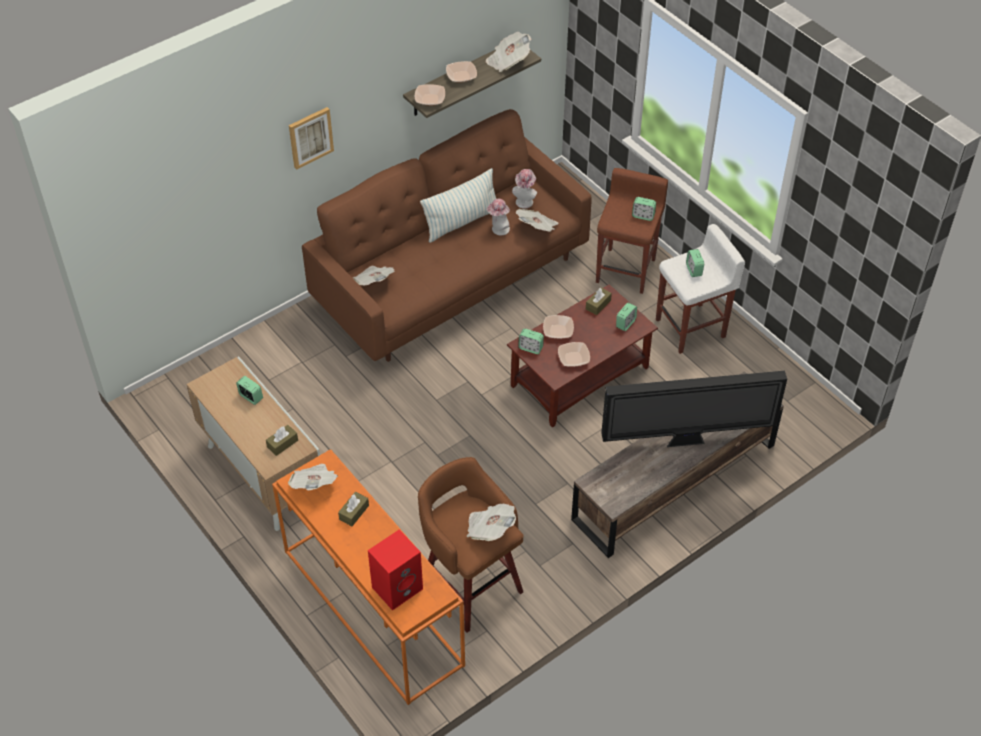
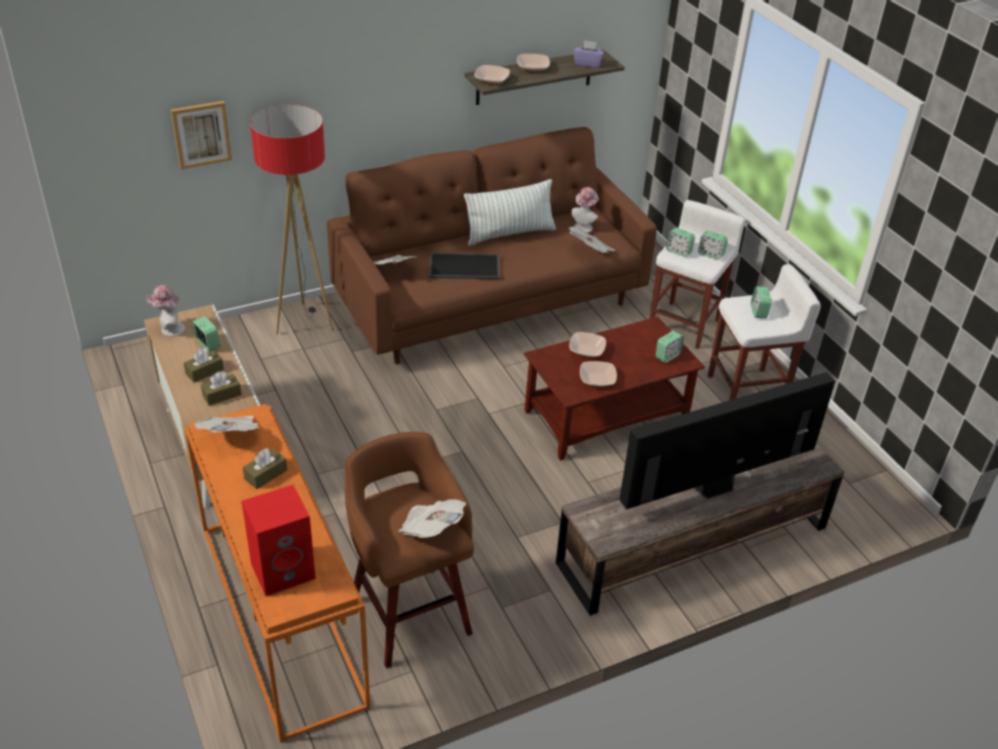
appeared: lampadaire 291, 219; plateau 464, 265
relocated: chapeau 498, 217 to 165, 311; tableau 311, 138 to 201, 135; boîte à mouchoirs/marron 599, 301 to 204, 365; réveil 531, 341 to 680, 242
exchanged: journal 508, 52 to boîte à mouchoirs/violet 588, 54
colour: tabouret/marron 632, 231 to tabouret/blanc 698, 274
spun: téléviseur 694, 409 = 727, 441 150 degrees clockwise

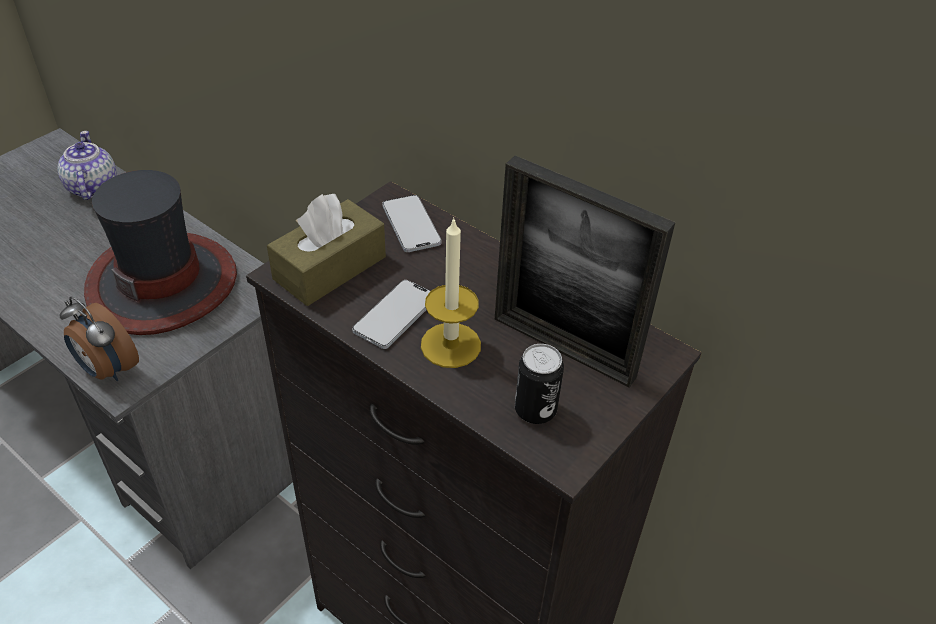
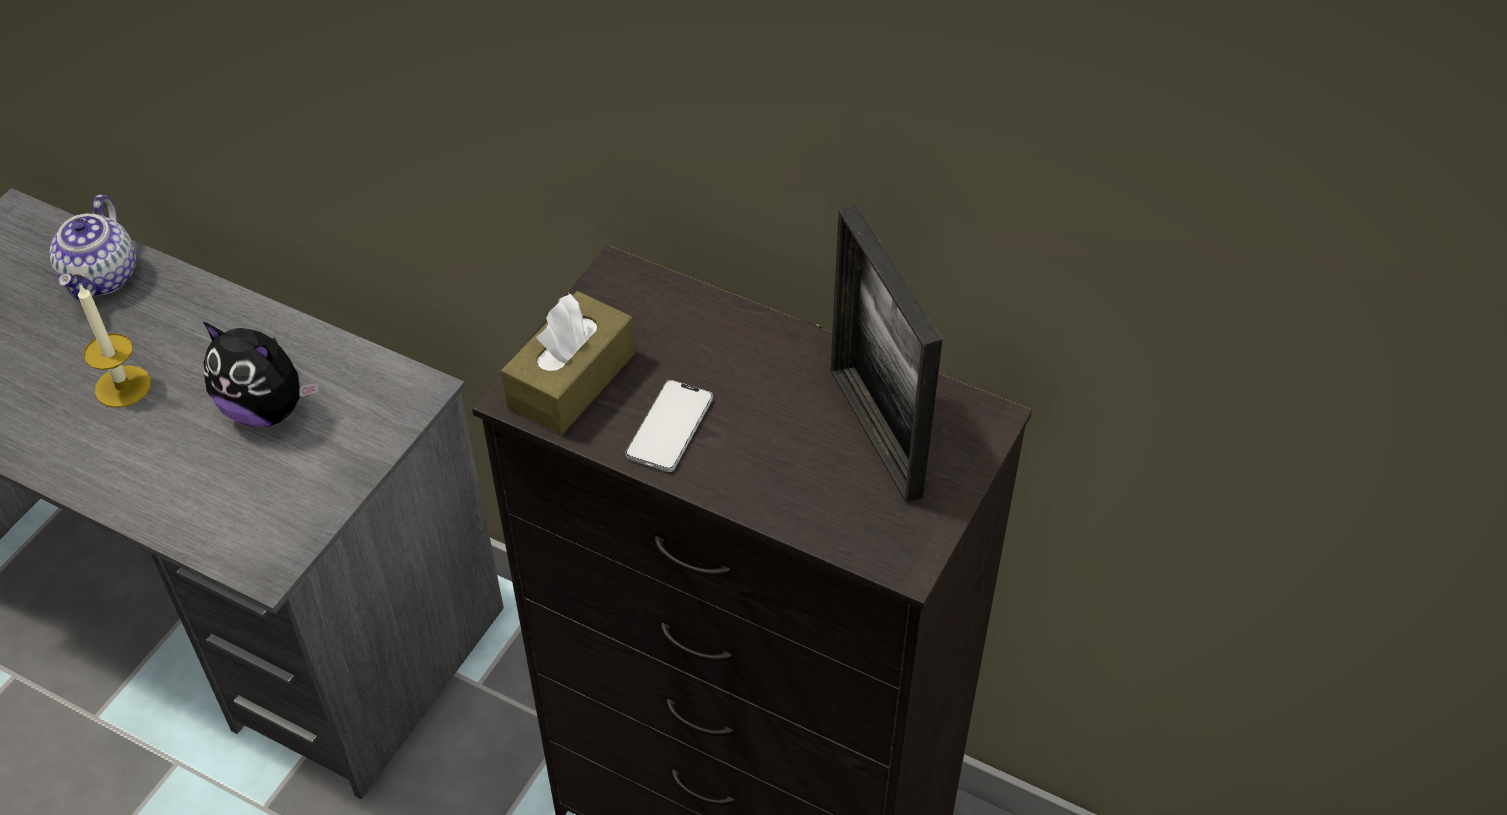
missing: réveil 99, 338; téléphone 412, 223; boîte métallique 539, 384
relocated: bougie 451, 292 to 114, 346
exchanged: chapeau 160, 252 to peluche 260, 374
spun: théière 87, 165 = 92, 248 150 degrees counterclockwise; cadre photo 585, 271 = 887, 354 45 degrees clockwise

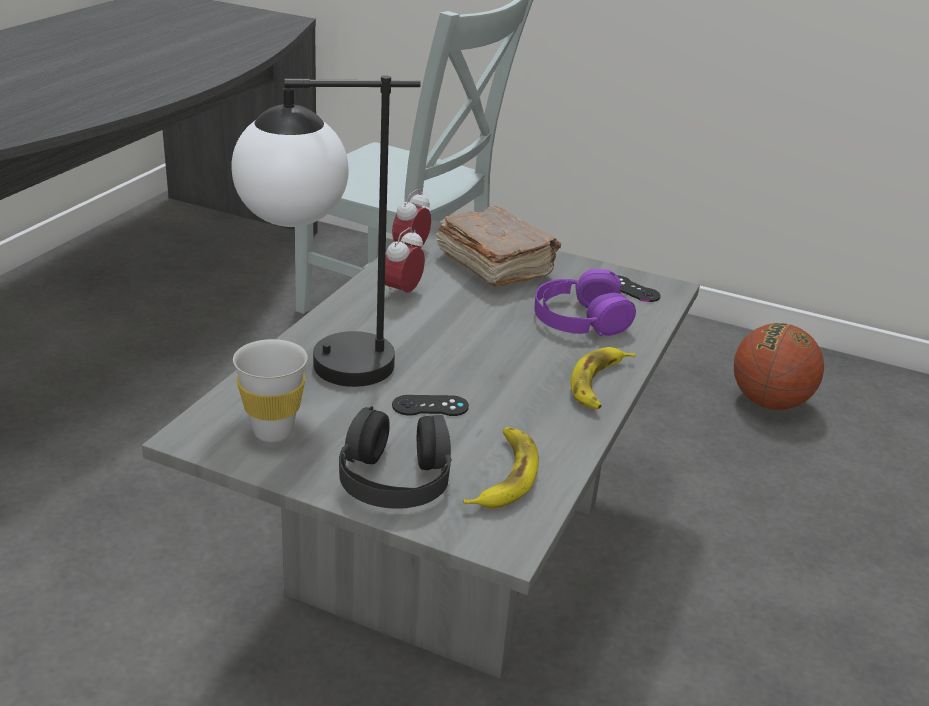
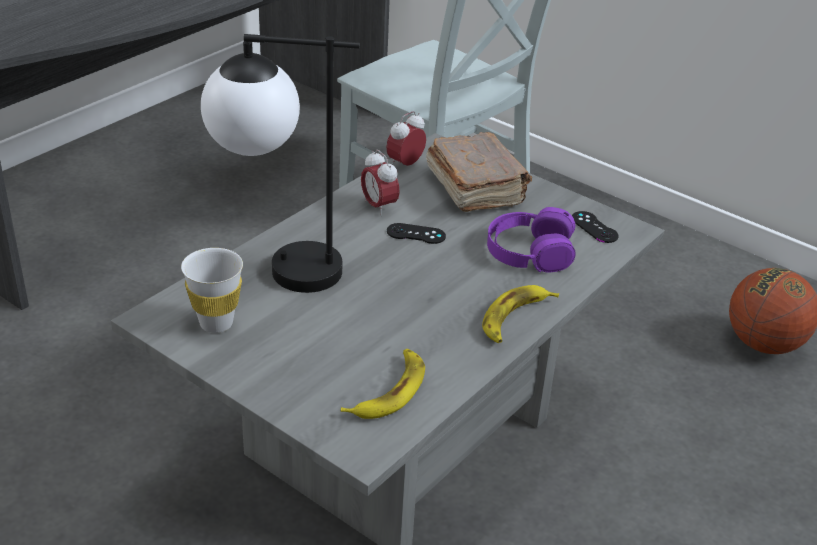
missing: casque audio/noir 395, 457
relocated: manette/noir 430, 405 to 416, 233
spun: réveil 405, 262 = 380, 183 75 degrees counterclockwise

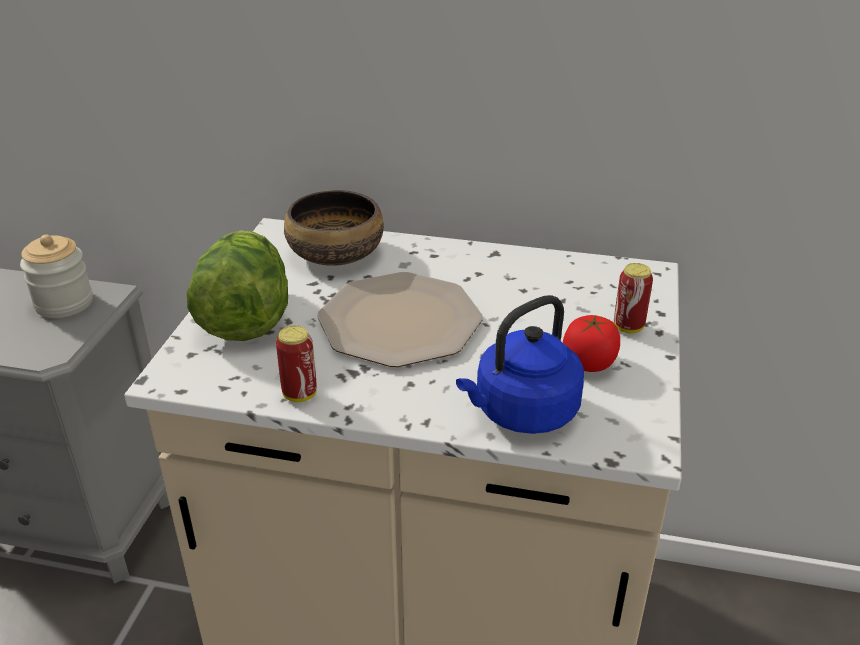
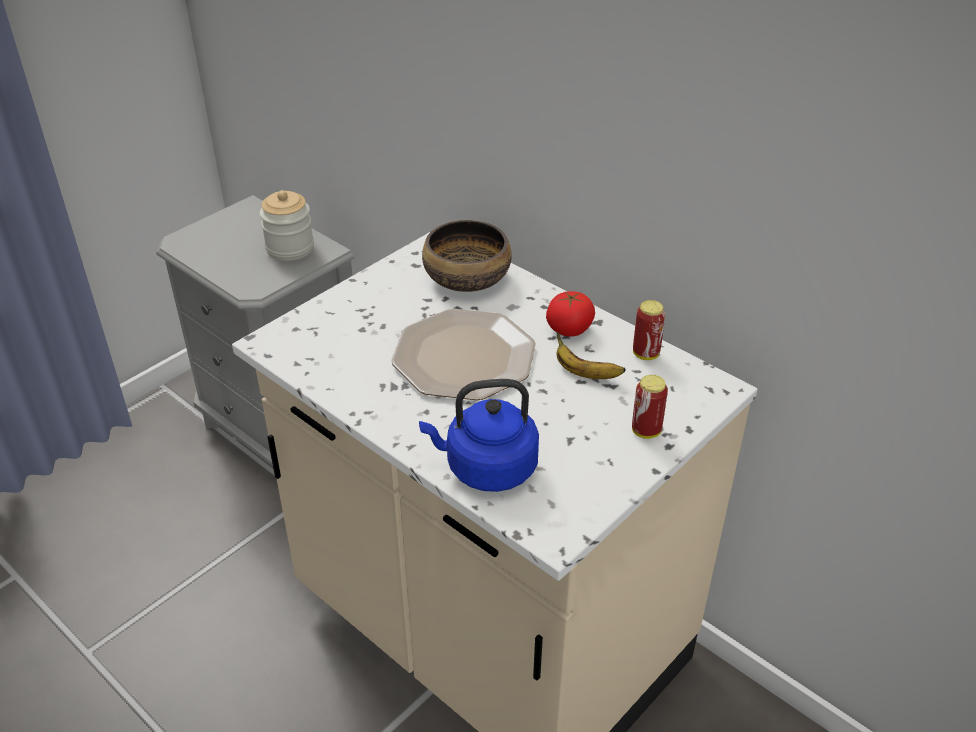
missing: laitue 237, 286
appeared: banane 591, 355
relocated: tomate 591, 343 to 570, 314; boîte métallique 296, 363 to 649, 330

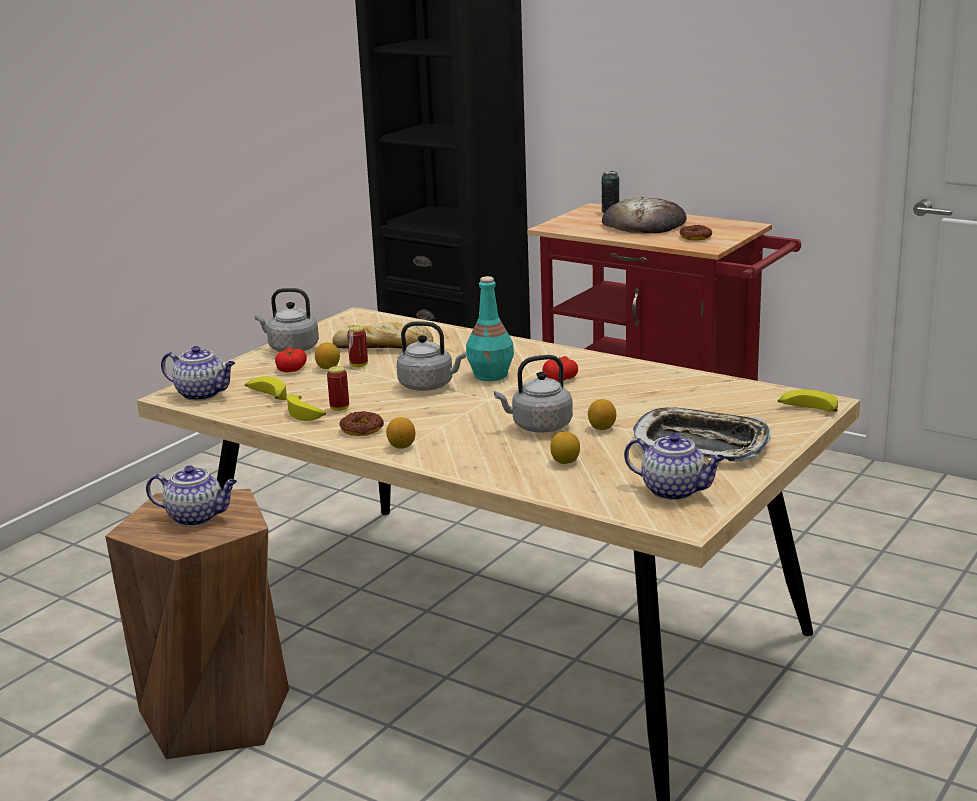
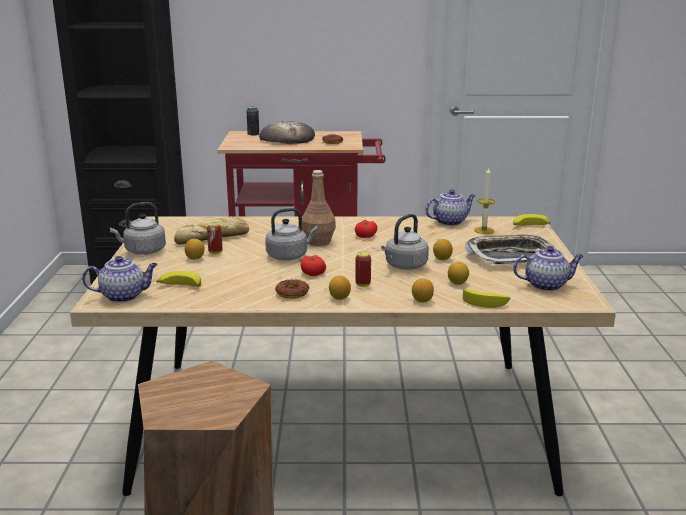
appeared: citron 423, 290; bougie 484, 201
relocated: tomate 291, 359 to 313, 265; boîte métallique 338, 388 to 363, 269; théière 191, 495 to 450, 207; banane 306, 407 to 486, 298
colour: bouteille/turquoise 490, 328 to bouteille/marron 319, 208

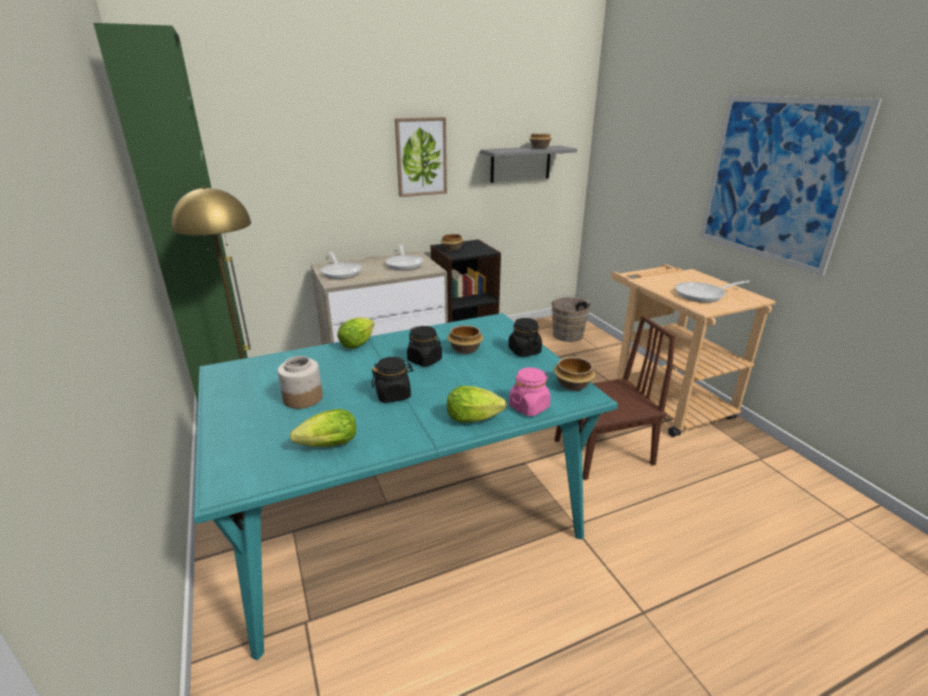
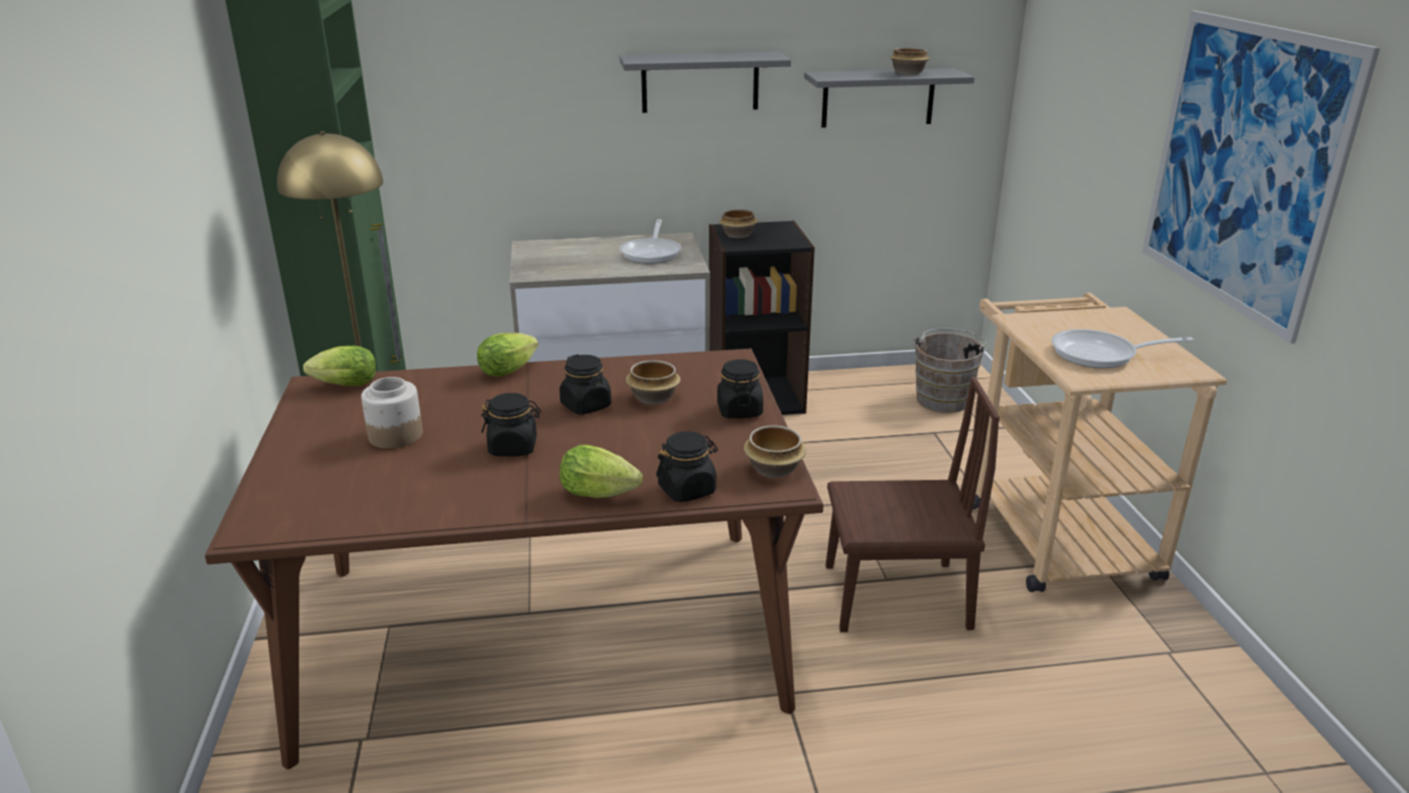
missing: poêle 341, 265
relocated: laitue 323, 428 to 339, 365
exchanged: tableau 421, 157 to étagère/gris 705, 82
colour: table à manger/turquoise 406, 486 to table à manger/marron 514, 559; bocal/rose 530, 391 to bocal/noir 687, 466

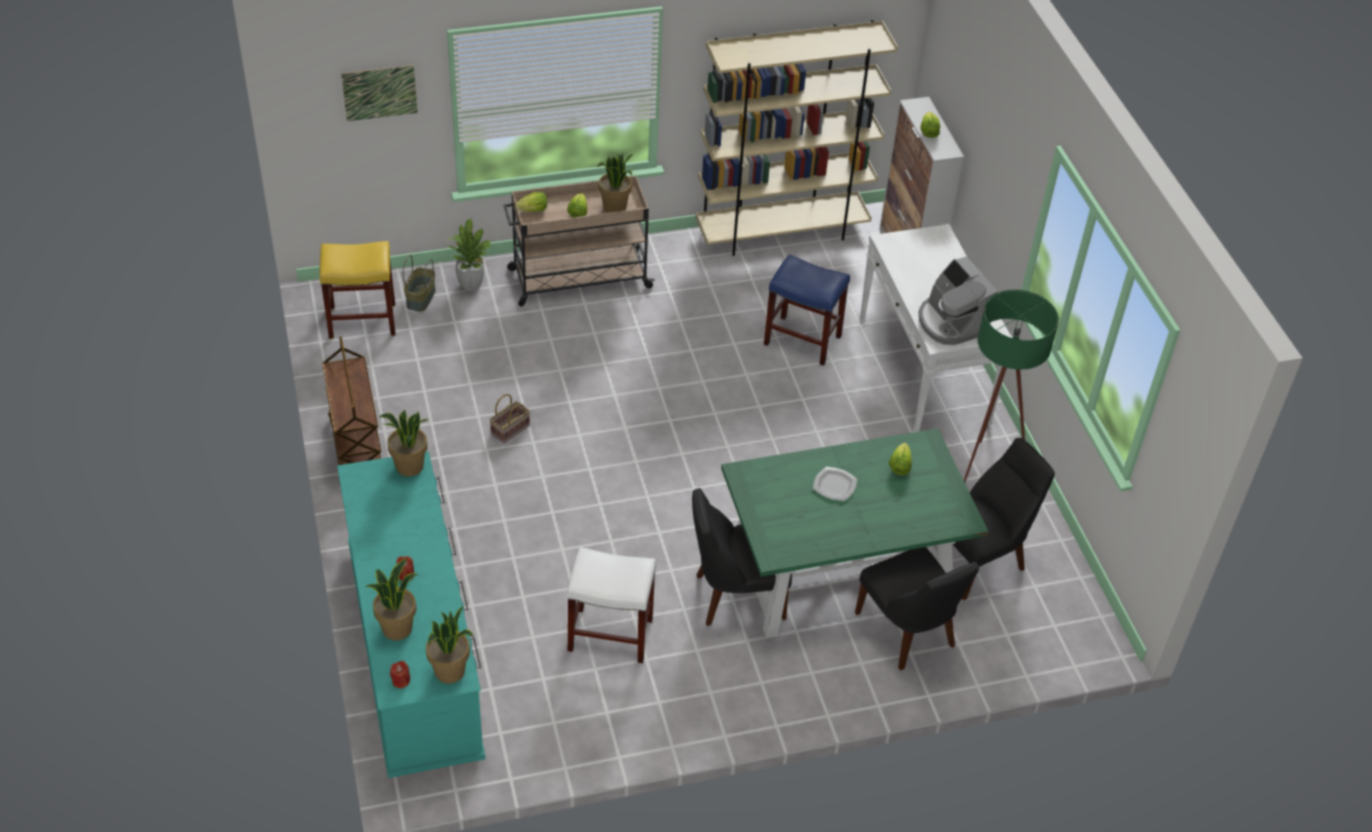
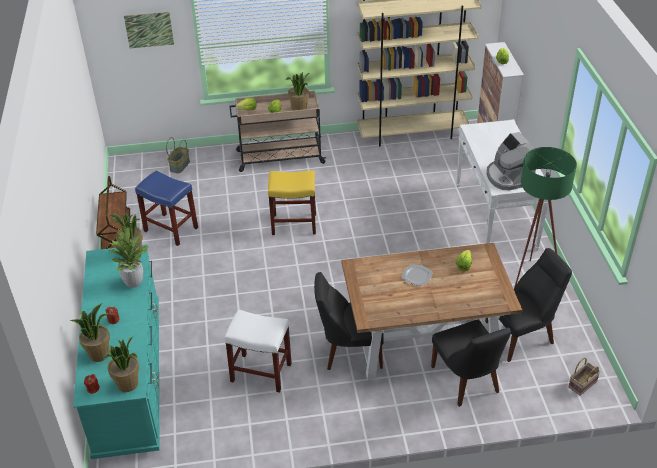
relocated: plante en pot 466, 254 to 128, 257; tabouret/bleu 807, 310 to 166, 208; tabouret/jaune 357, 290 to 292, 202; panier 509, 418 to 584, 377
colour: table à manger/vert 855, 533 to table à manger/marron 431, 311

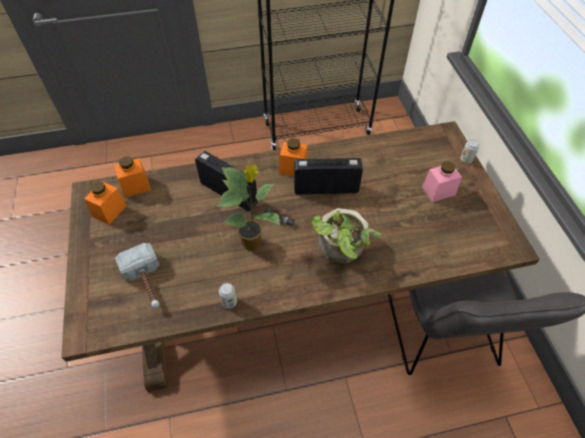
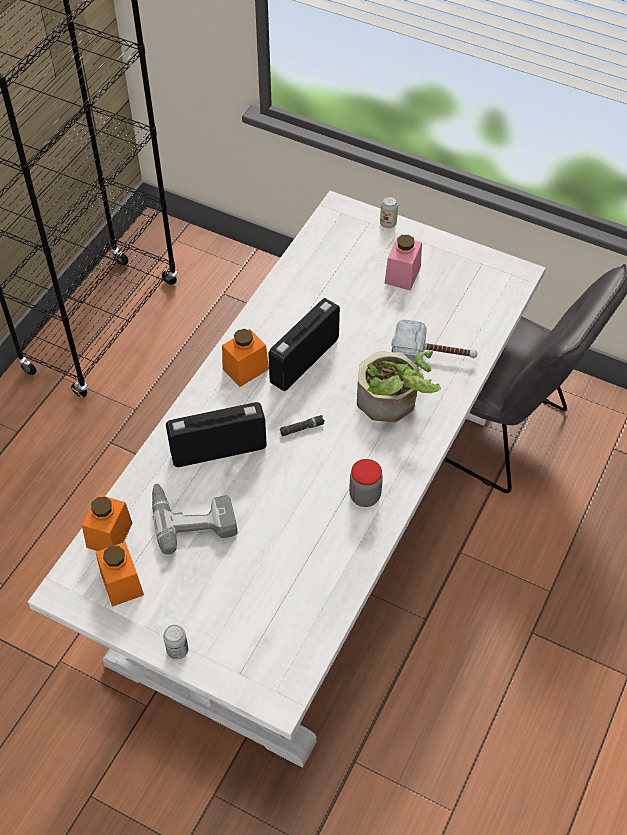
missing: plante en pot 248, 208
appeared: perceuse 195, 519; bocal 366, 483
relocated: boîte métallique 228, 296 to 175, 642; marteau 137, 275 to 434, 342
colour: table à manger/marron 300, 256 to table à manger/blanc 287, 479

